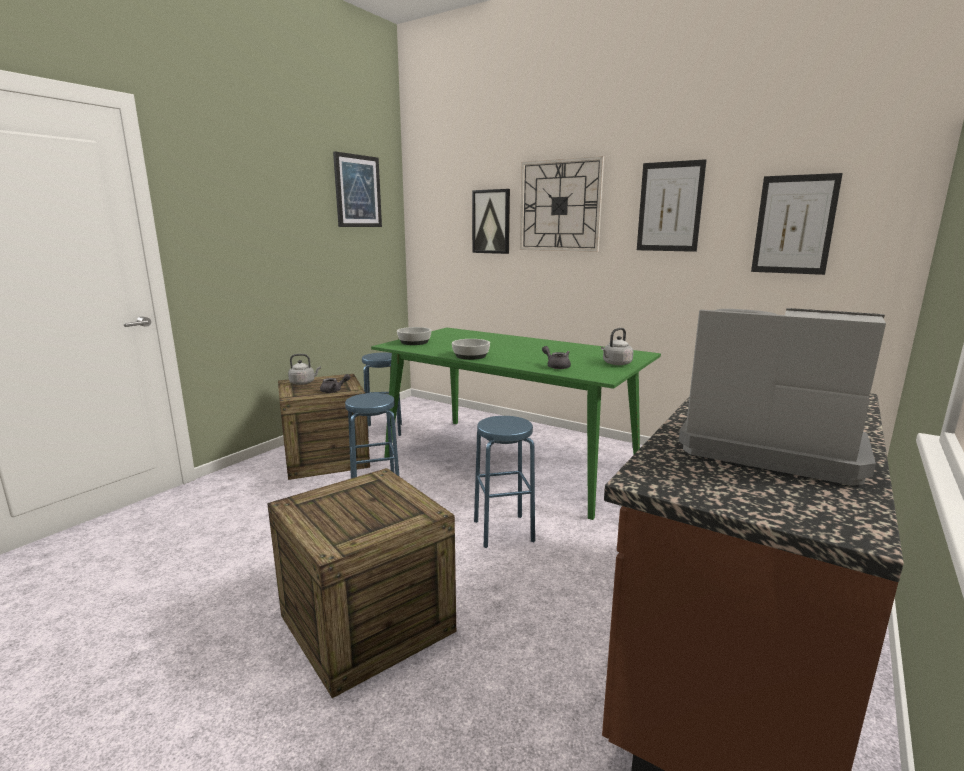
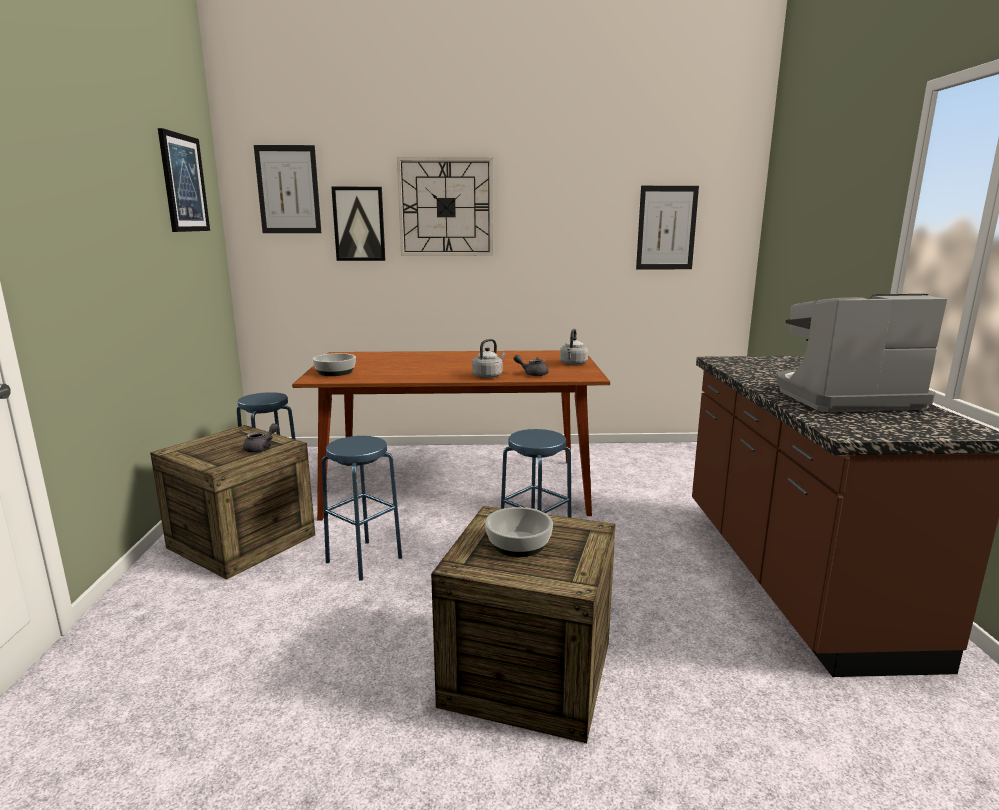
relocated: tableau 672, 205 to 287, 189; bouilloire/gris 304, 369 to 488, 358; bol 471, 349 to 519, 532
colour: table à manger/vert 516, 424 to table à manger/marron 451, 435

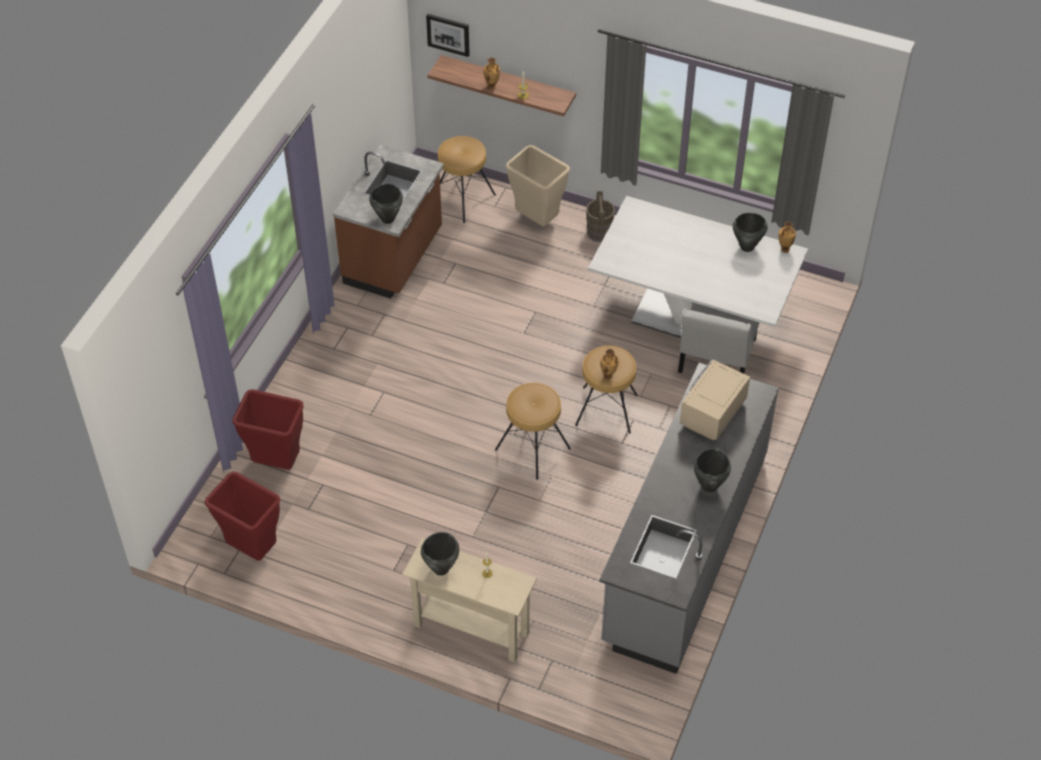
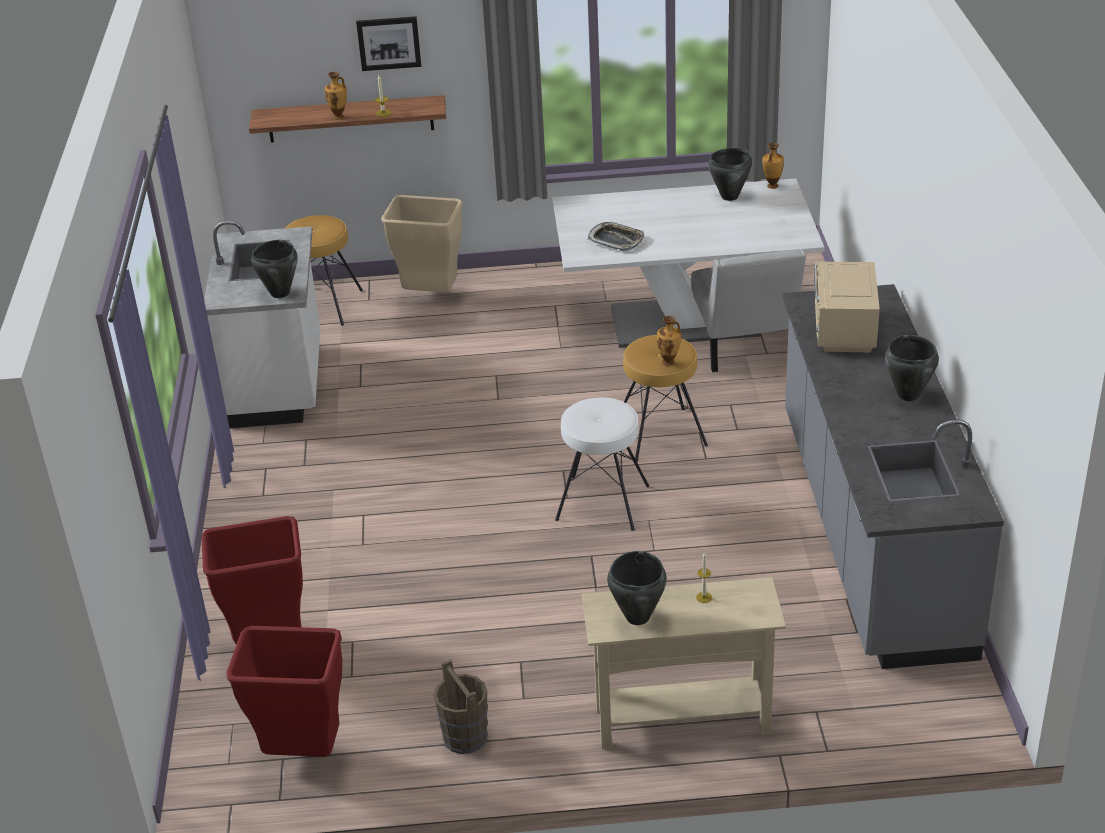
appeared: plateau 616, 236
relocated: tableau 448, 35 to 388, 43; seau/marron 600, 216 to 461, 706
colour: comptoir de cuisine/marron 388, 222 to comptoir de cuisine/blanc 262, 324; tabouret/marron 533, 431 to tabouret/blanc 602, 464

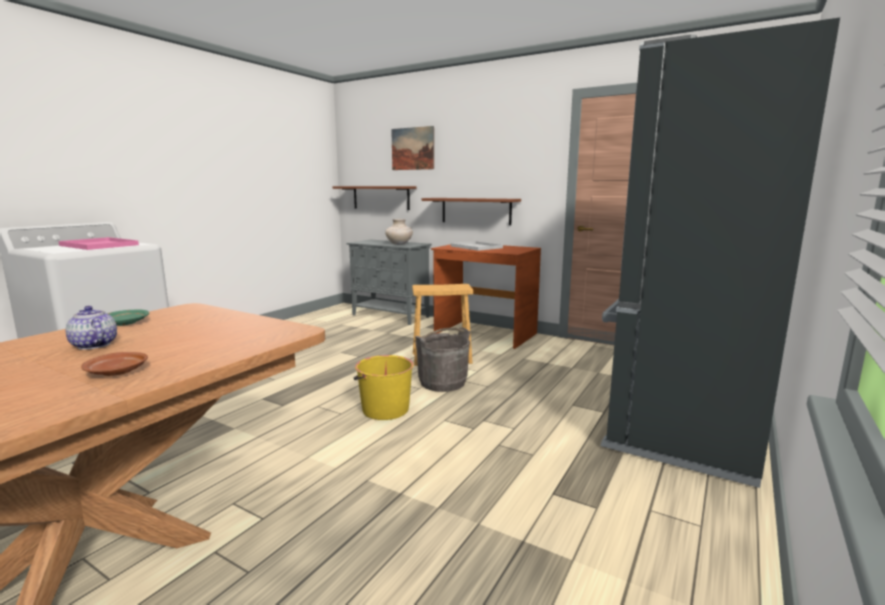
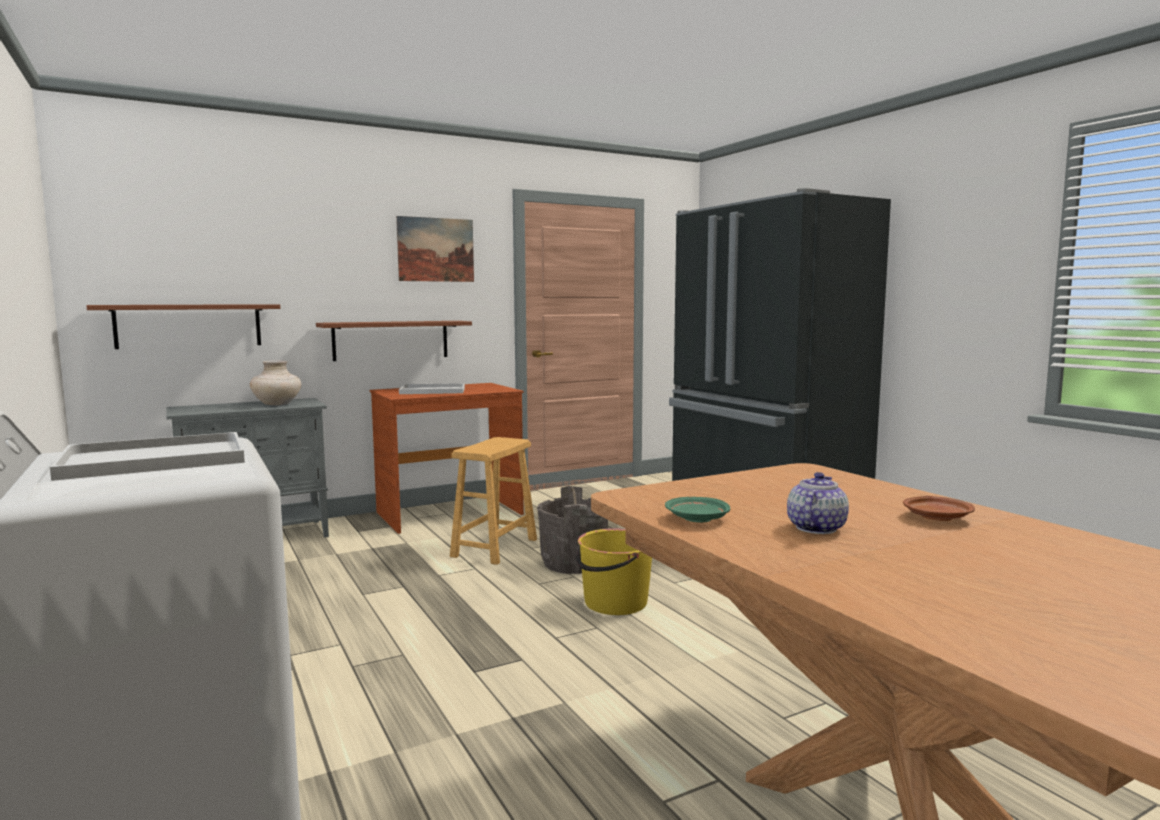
relocated: tableau 412, 148 to 435, 249
colour: plateau/rose 98, 243 to plateau/blanc 147, 456
spun: théière 91, 328 = 818, 503 135 degrees clockwise

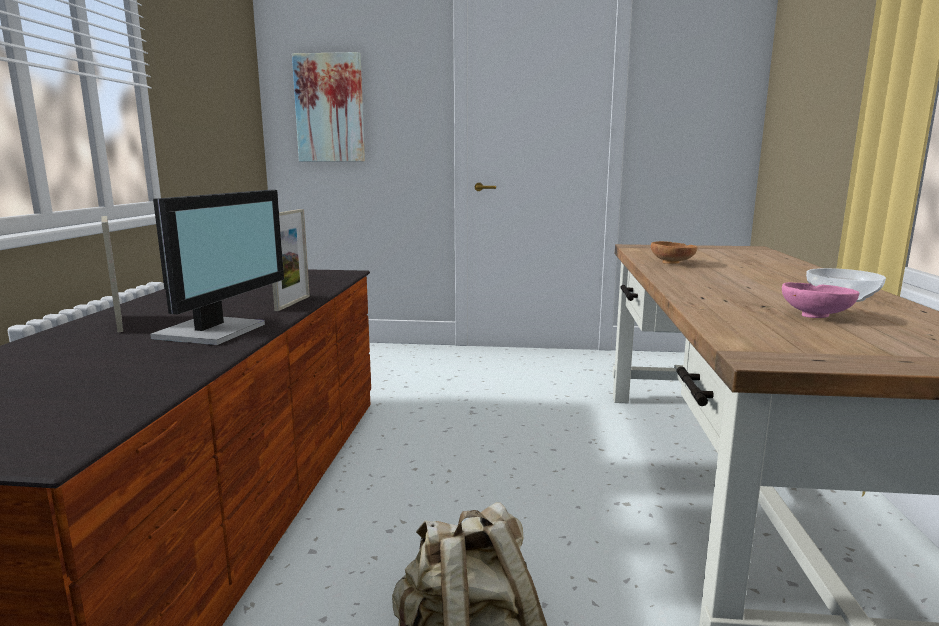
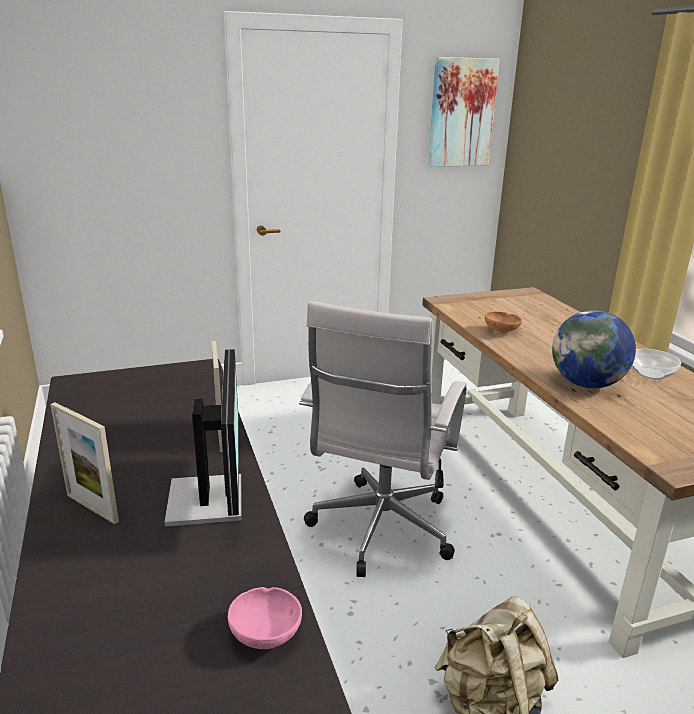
appeared: chaise de bureau/blanc 383, 439; globe 594, 349
relocated: bol/rose 820, 300 to 265, 618; tableau 328, 106 to 464, 112

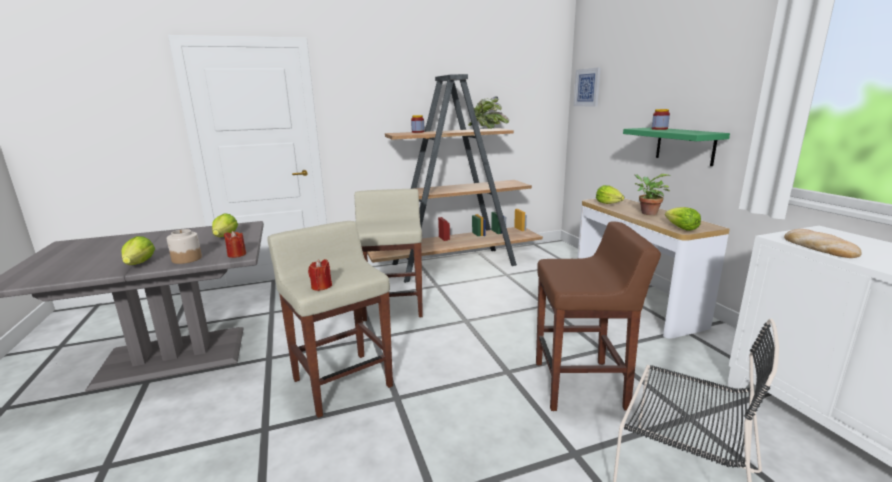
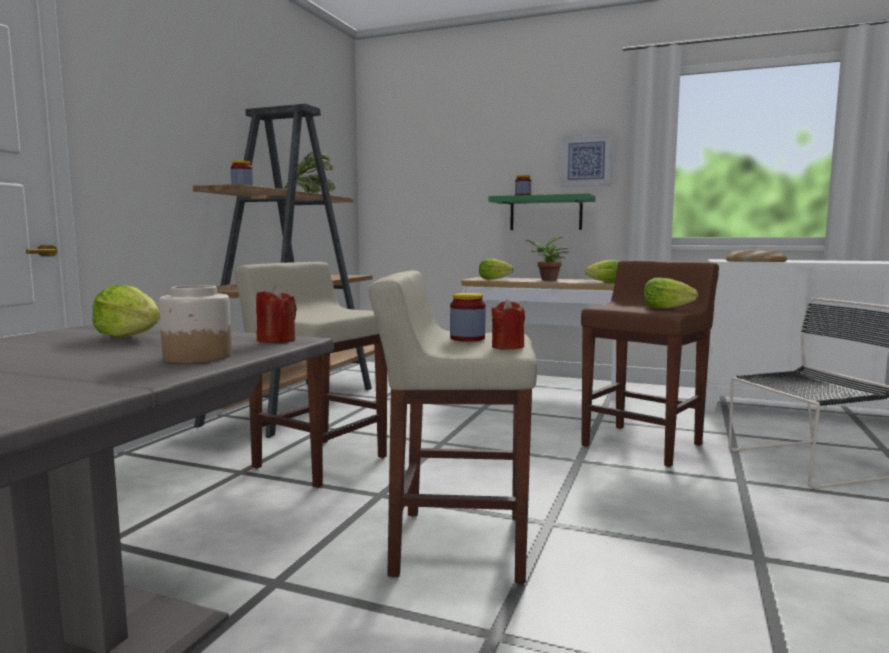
appeared: bocal 467, 317
relocated: tableau 587, 87 to 587, 160; laitue 138, 250 to 670, 293

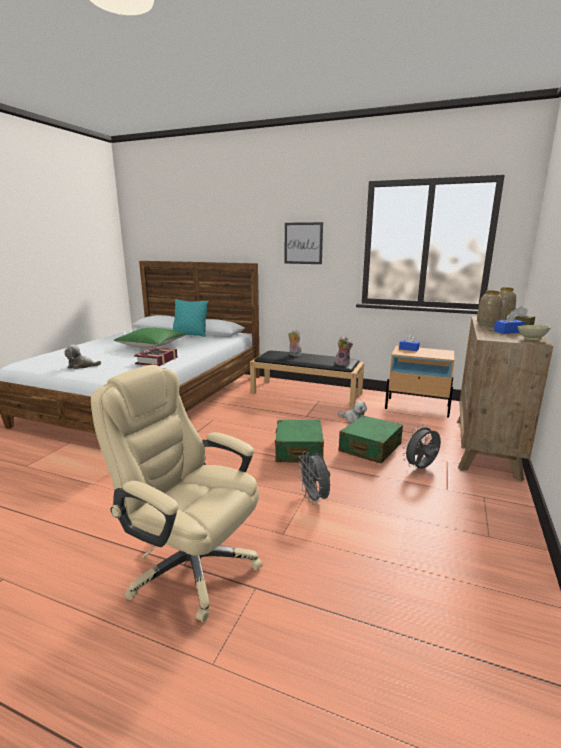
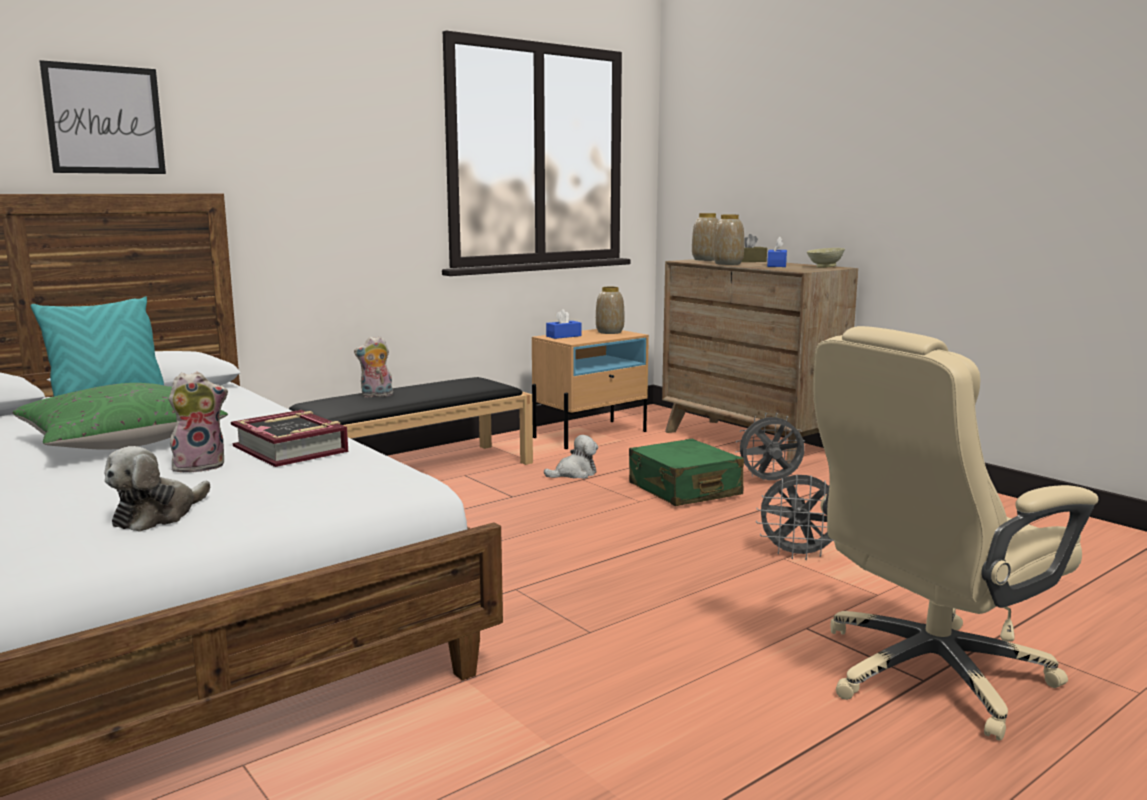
missing: valise/vert 299, 441
appeared: vase 610, 310
relocated: tableau 304, 243 to 102, 117; peluche 344, 351 to 198, 423
spun: ventilateur/gris 421, 446 = 770, 446 90 degrees clockwise

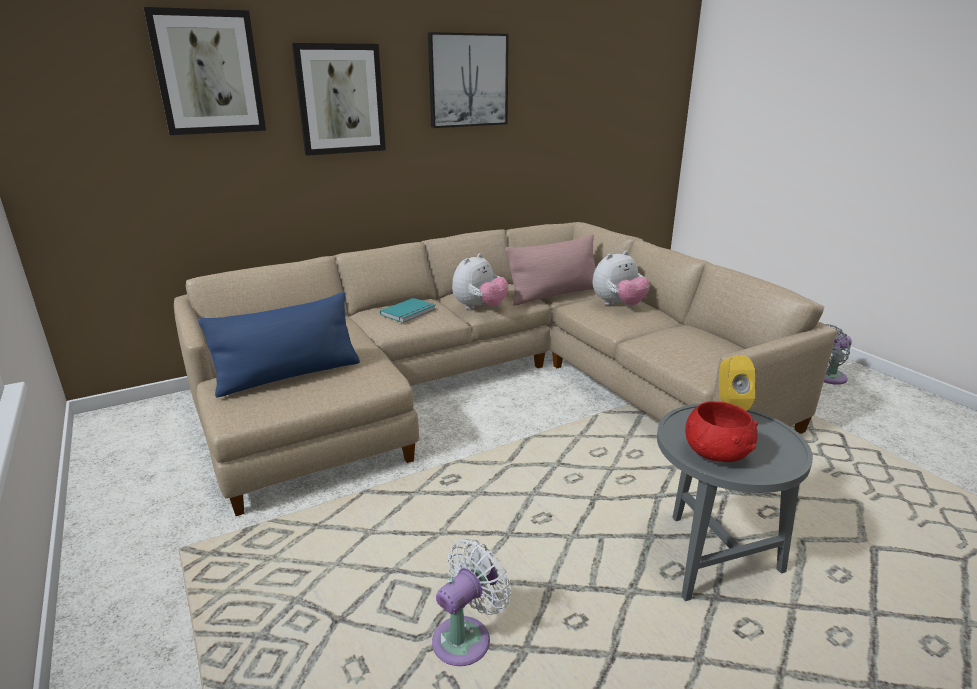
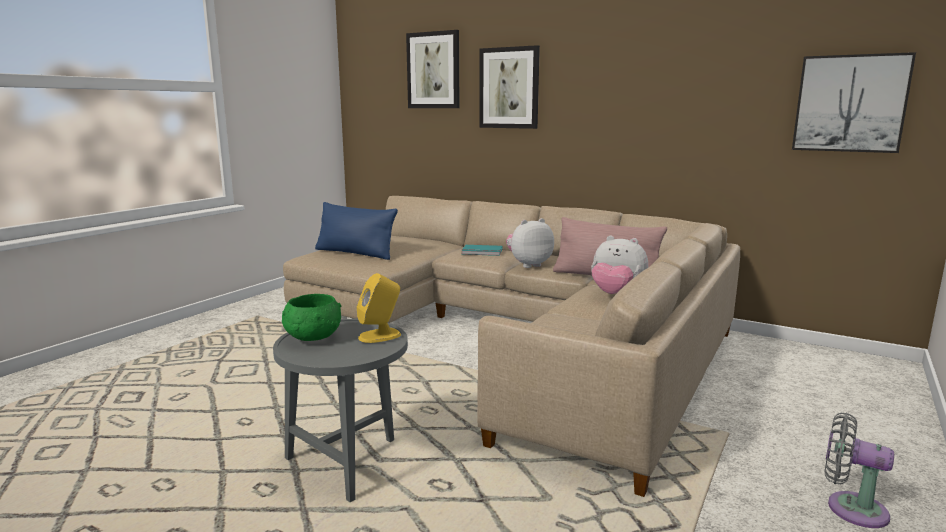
missing: ventilateur/blanc 472, 602
relocated: tableau 468, 80 to 854, 102
colour: bol/rouge 721, 431 to bol/vert 311, 317
spun: peluche 480, 281 = 530, 243 150 degrees clockwise

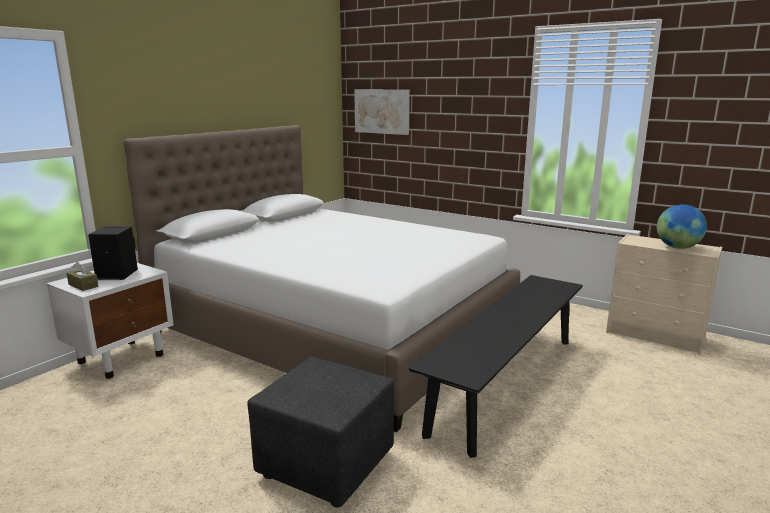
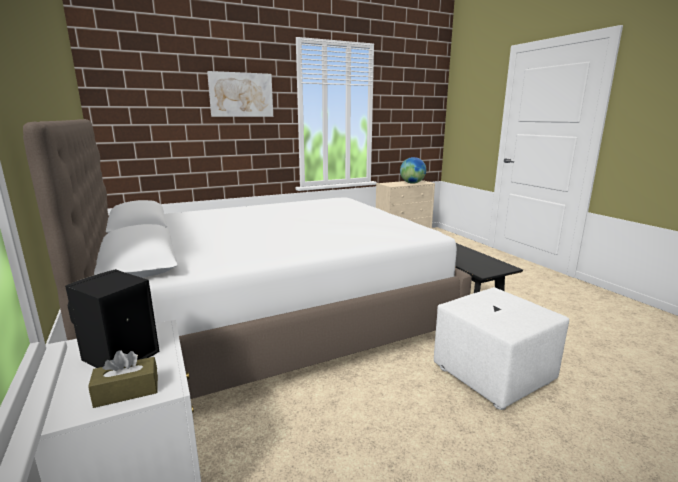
relocated: tableau 382, 112 to 240, 94
colour: pouf/noir 320, 432 to pouf/blanc 501, 348

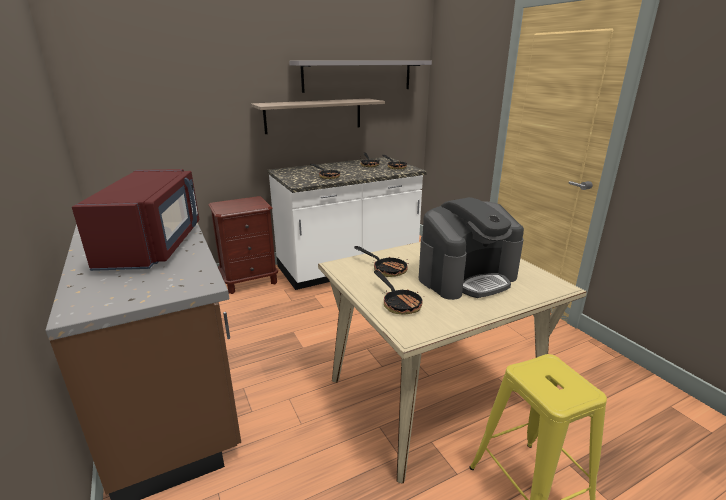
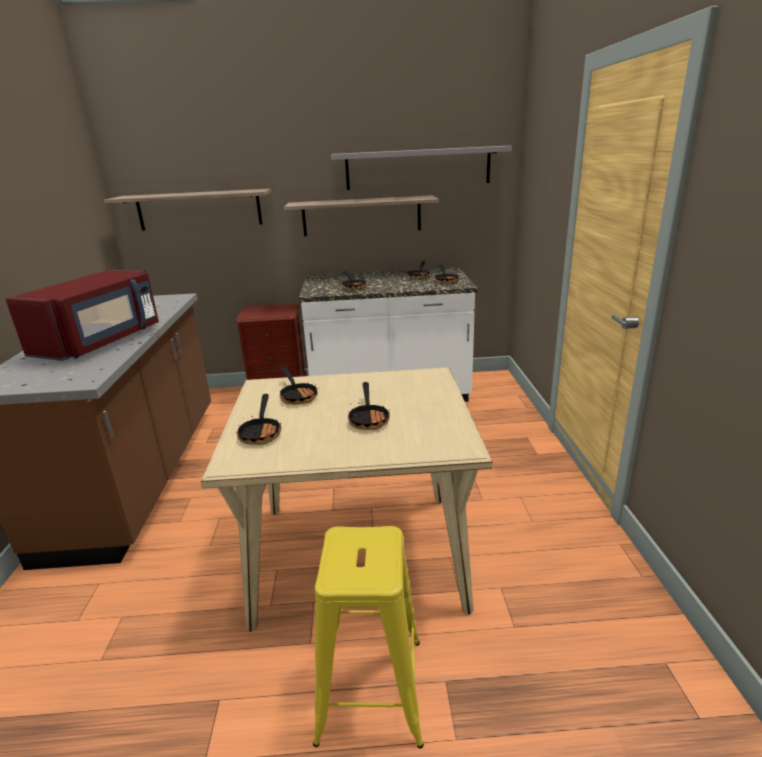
appeared: étagère 187, 210
exchanged: machine à café 471, 248 to poêle 369, 406

